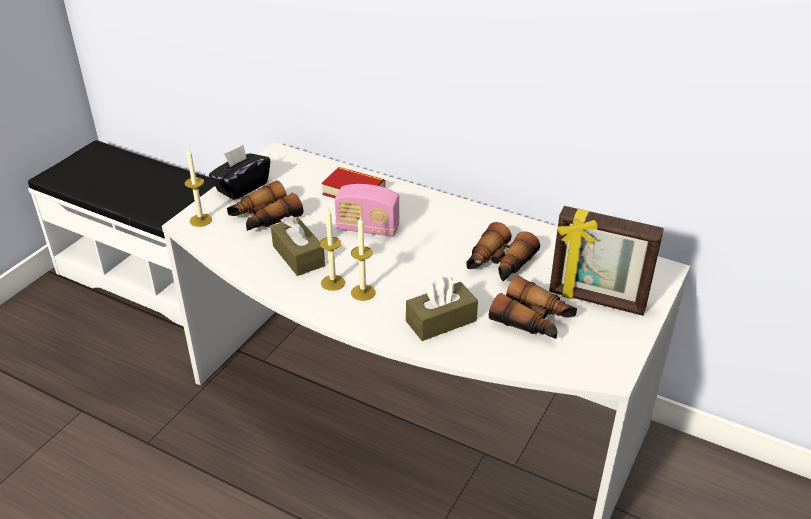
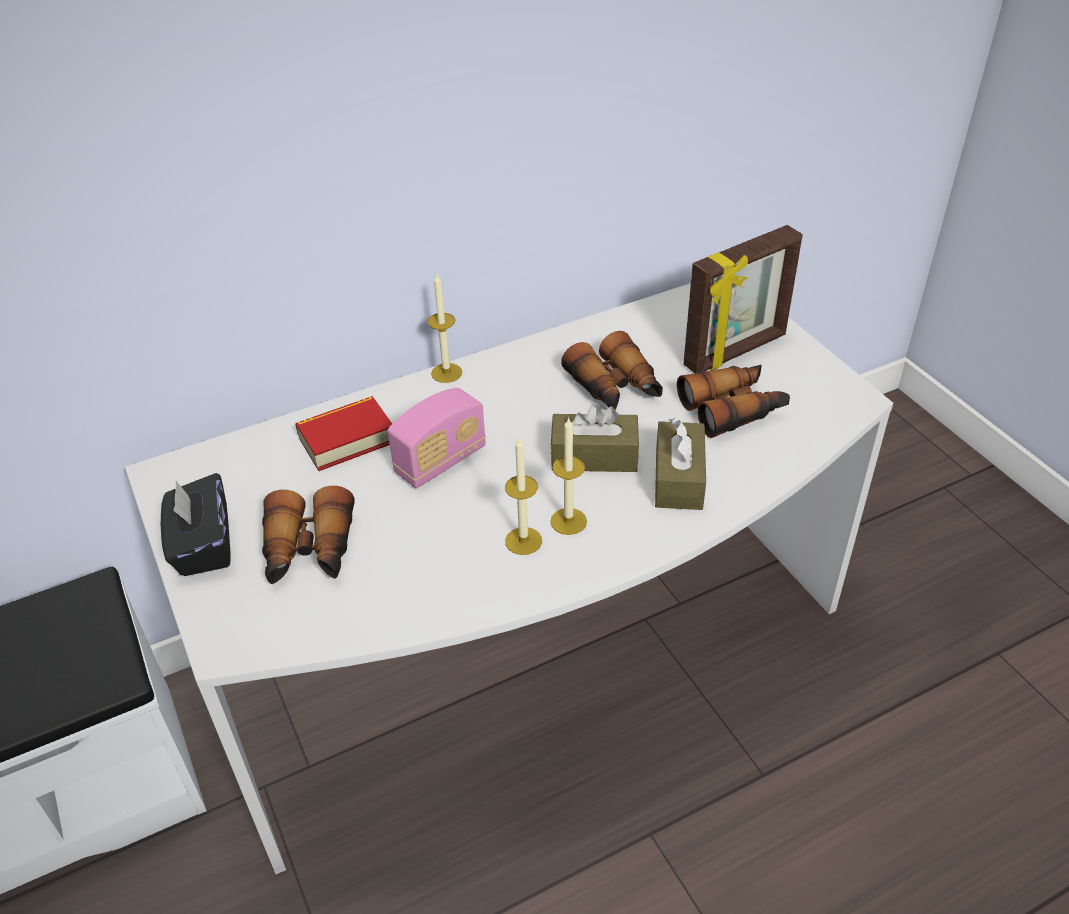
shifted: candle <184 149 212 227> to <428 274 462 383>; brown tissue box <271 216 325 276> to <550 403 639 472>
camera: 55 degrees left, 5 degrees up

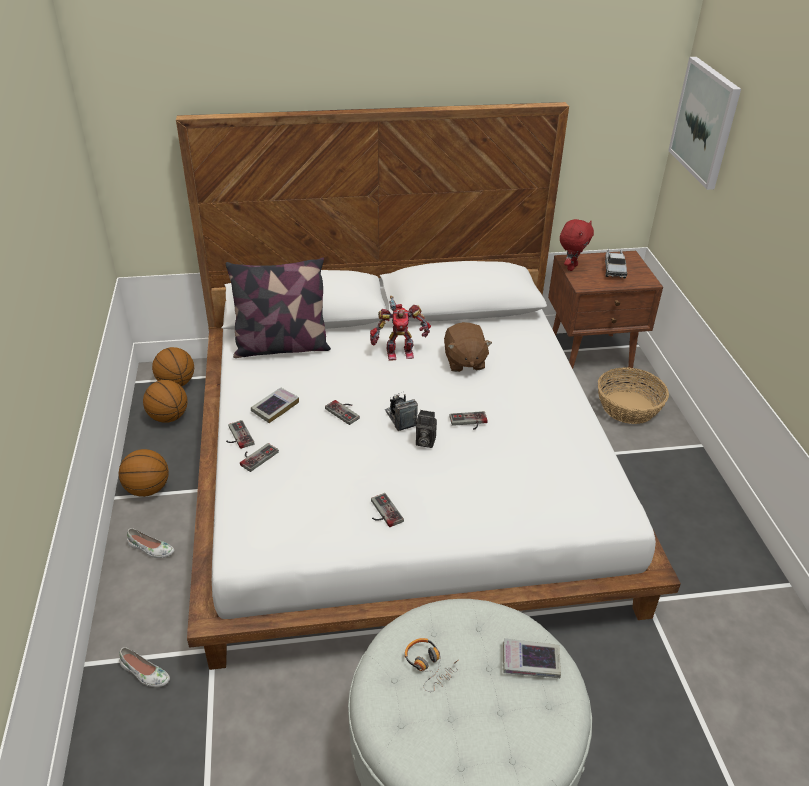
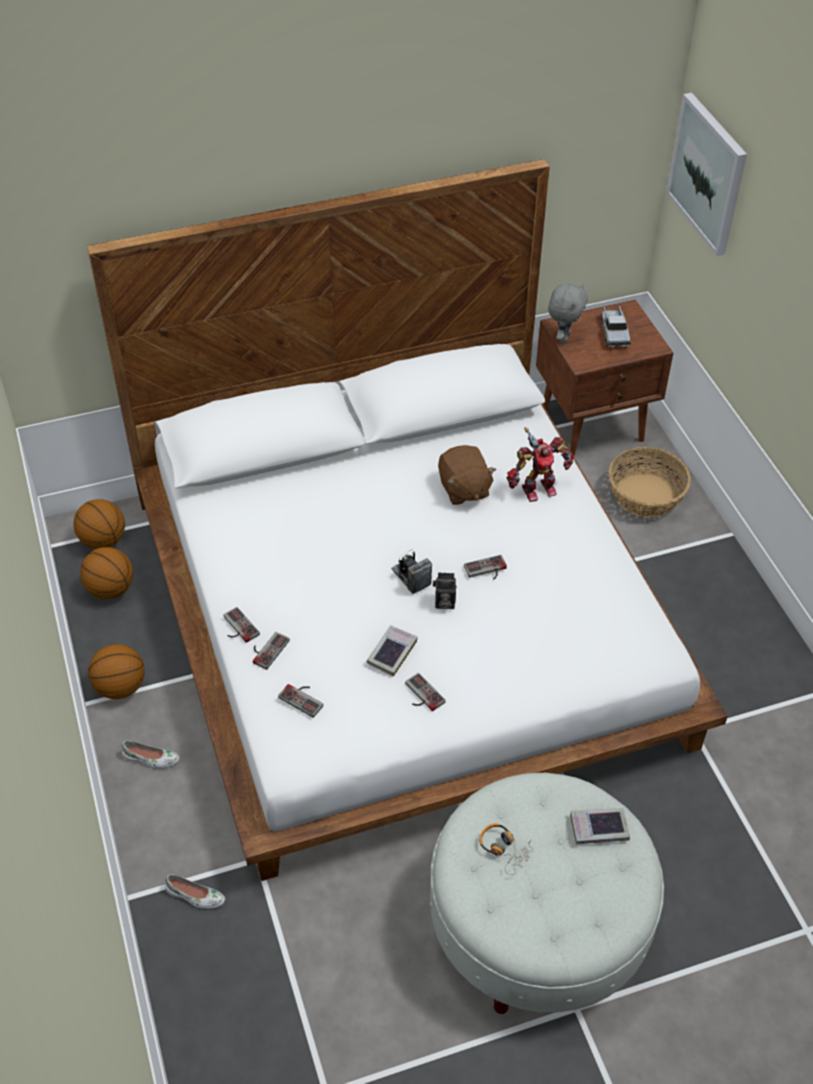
gone: pillow <226 257 331 358>
shifted: toy robot <370 296 431 360> to <507 427 574 502>; book <251 387 299 423> to <367 625 418 677>; game controller <325 400 360 425> to <278 684 323 718>
repainted: red plush toy <560 219 594 271> to grey plush toy <548 283 588 343>
camera: 10 degrees left, 10 degrees up

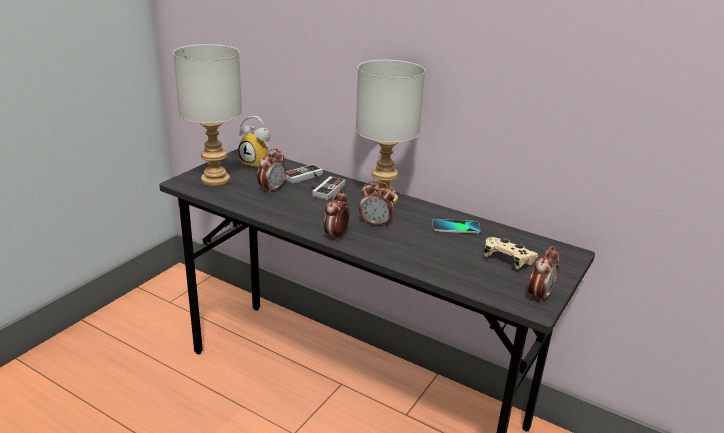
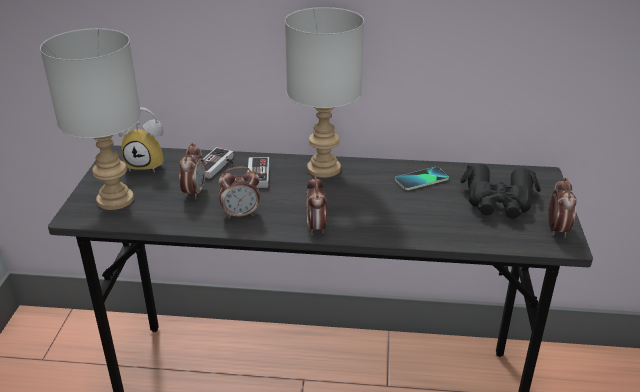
shifted: alarm clock <359 181 395 227> to <219 167 260 219>
swapped: beige game controller <484 237 538 269> to black binoculars <460 163 541 219>
camera: 25 degrees left, 5 degrees up

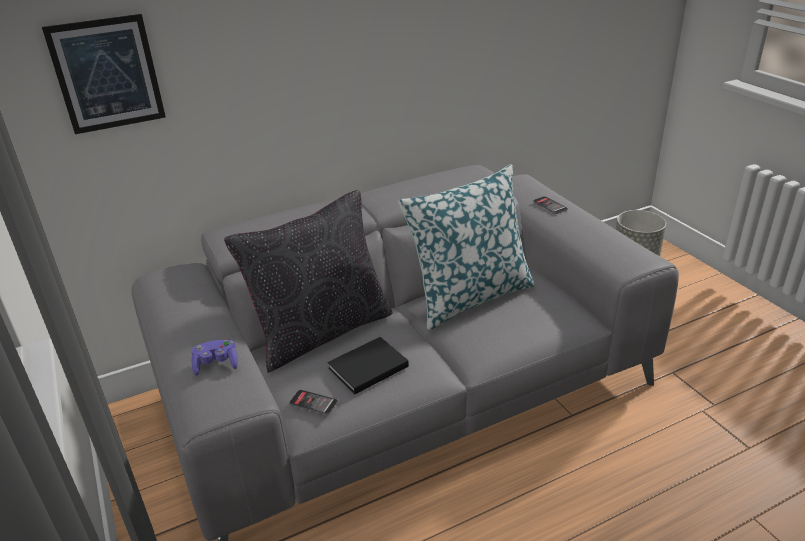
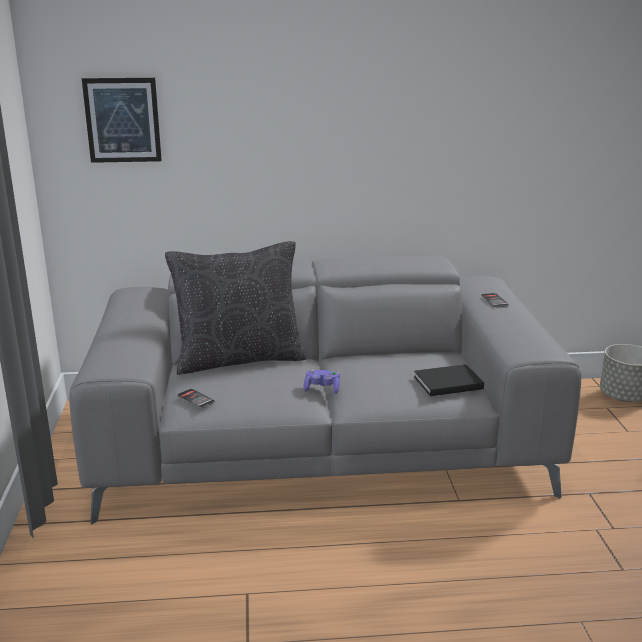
gone: pillow <398 164 535 330>
shifted: black book <328 337 409 394> to <414 364 484 396>; purple game controller <191 340 238 376> to <304 370 340 394>
camera: 20 degrees right, 10 degrees down

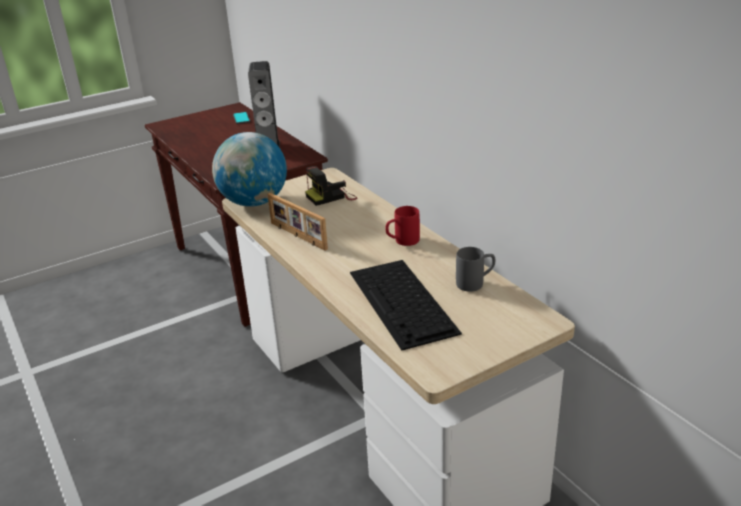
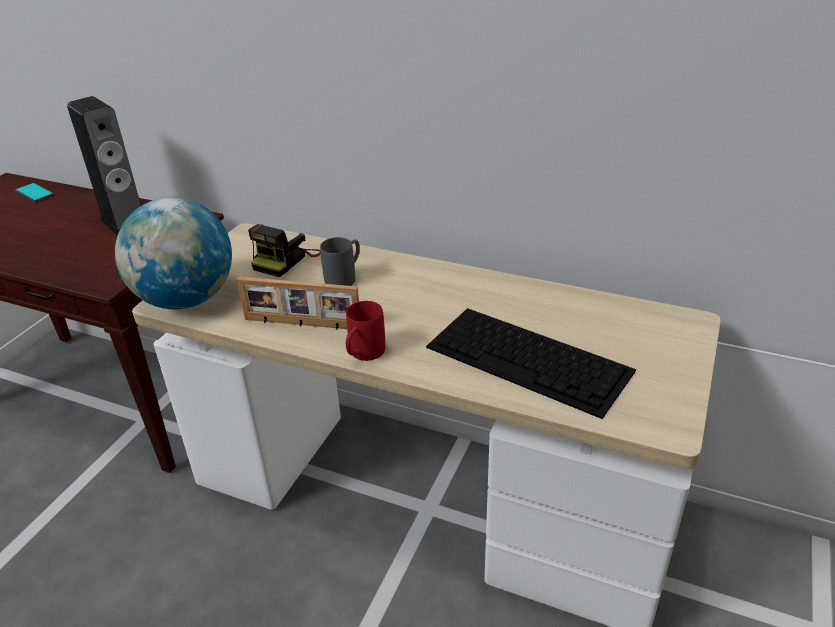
shifted: red mug <385 206 420 246> to <346 301 386 361>; grey mug <456 247 495 292> to <320 237 360 286>
camera: 35 degrees left, 5 degrees up

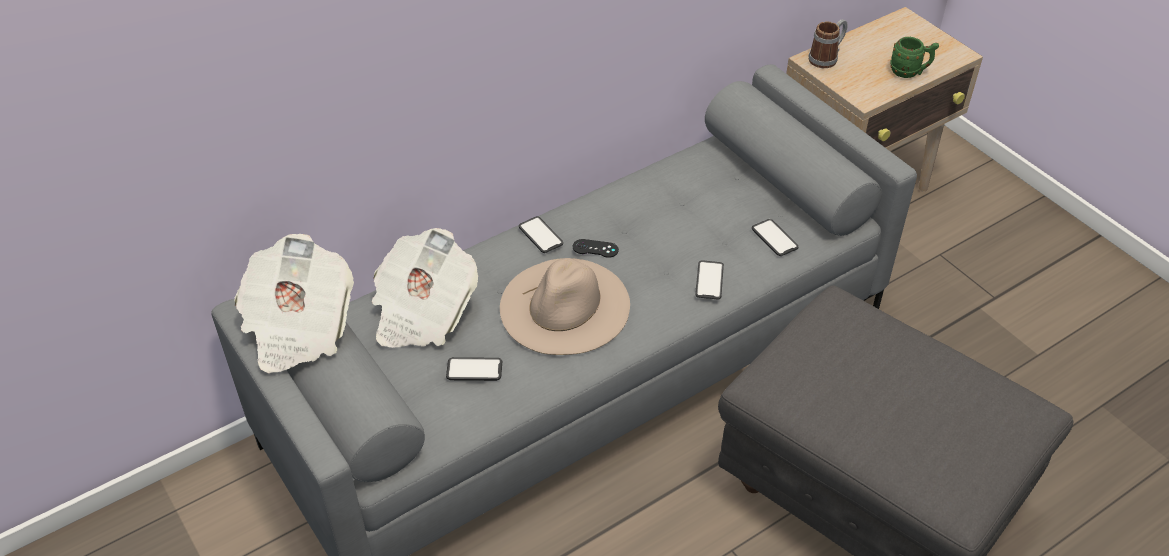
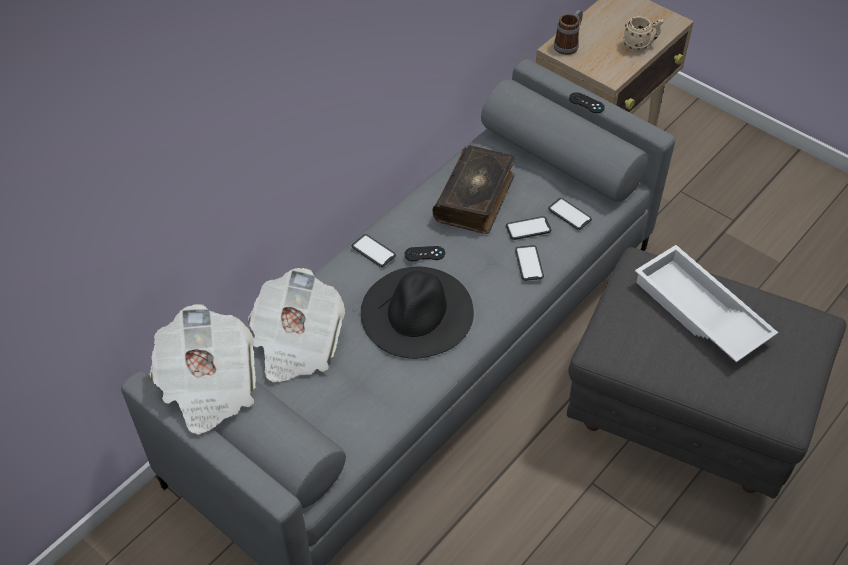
new: black game controller <569 92 605 113>; book <432 145 516 234>; white tray <635 245 778 362>
shifted: phone <446 357 502 381> to <506 216 552 240>
repainted: green mug <890 37 939 78> to beige mug <623 16 664 52>; beige hat <500 258 630 355> to black hat <361 267 474 359>
camera: 15 degrees left, 5 degrees up

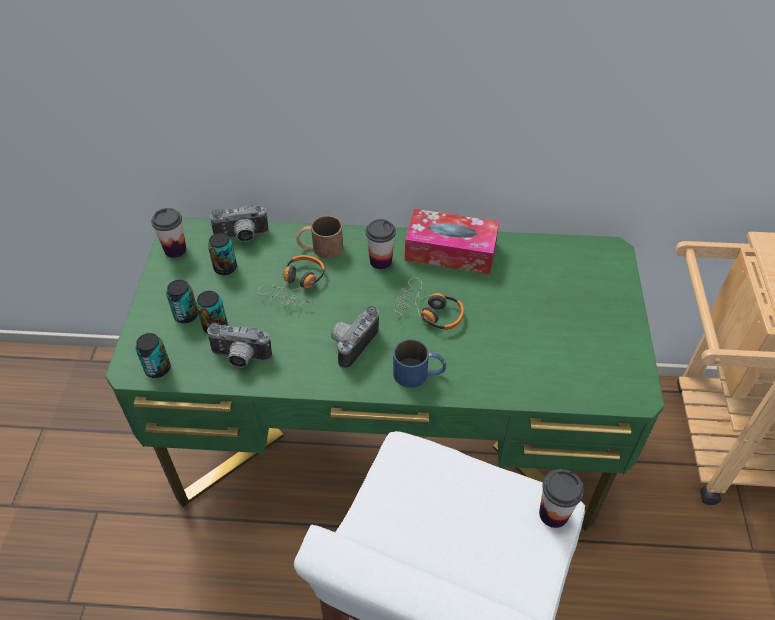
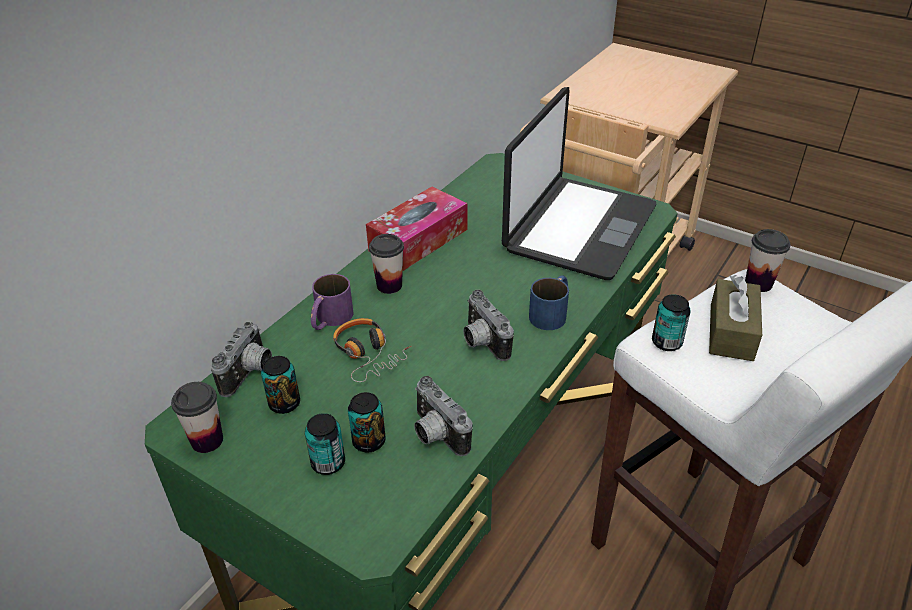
gone: headphones <394 278 464 330>
new: laptop <502 87 656 280>; brown tissue box <709 275 762 361>
shifted: can <135 333 171 378> to <652 294 691 351>
repainted: brown mug <296 216 343 259> to purple mug <311 274 354 330>
rotated: photo camera <206 323 272 368> = <414 376 472 456> 105 degrees clockwise
camera: 60 degrees left, 10 degrees down

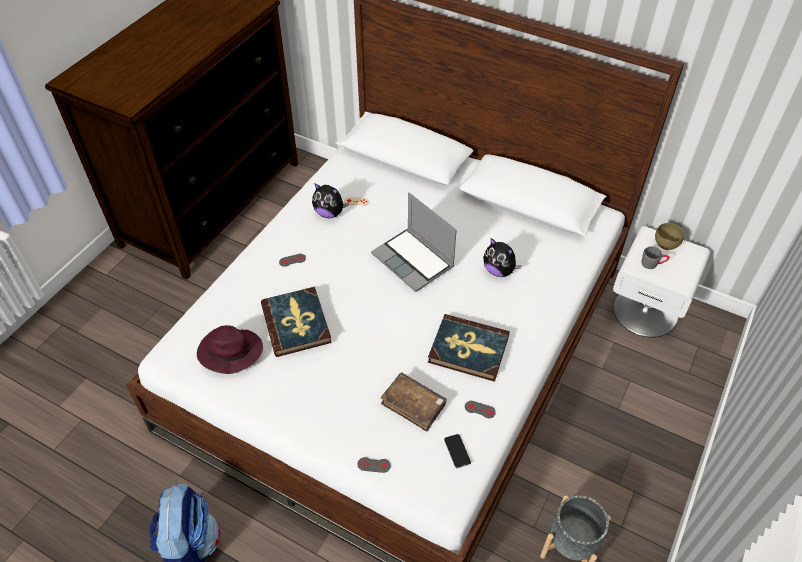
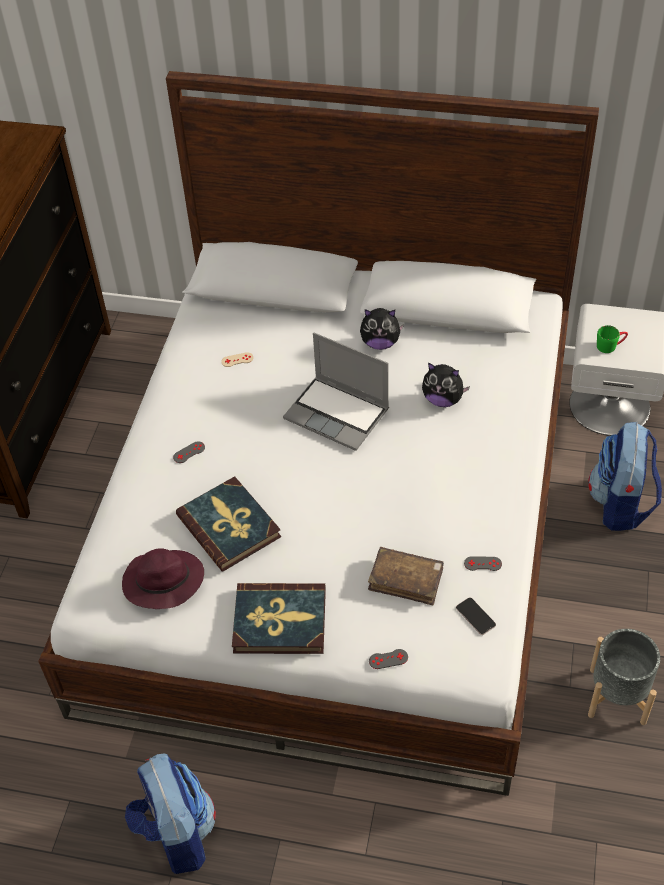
gone: brown bowl <655 223 684 250>
new: backpack <588 422 662 531>
shifted: plush toy <312 183 349 218> to <360 308 404 350>; book <428 314 510 382> to <232 583 326 654>
repainted: grey mug <641 246 669 269> to green mug <597 325 628 353>
camera: 15 degrees left, 0 degrees up

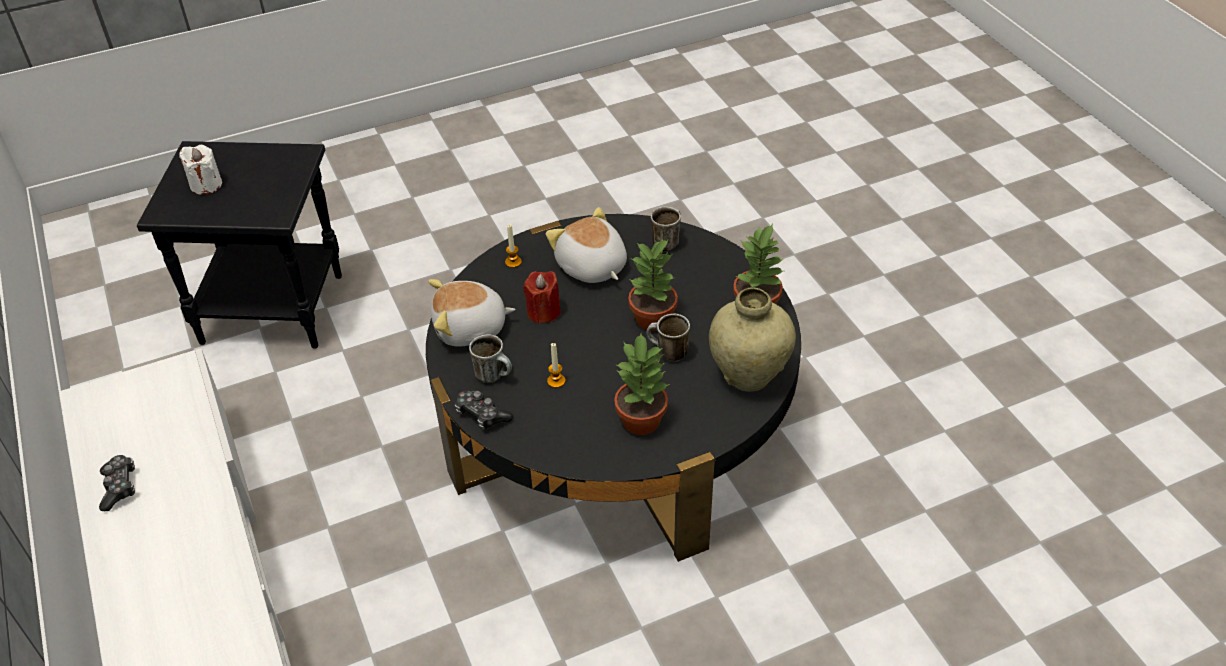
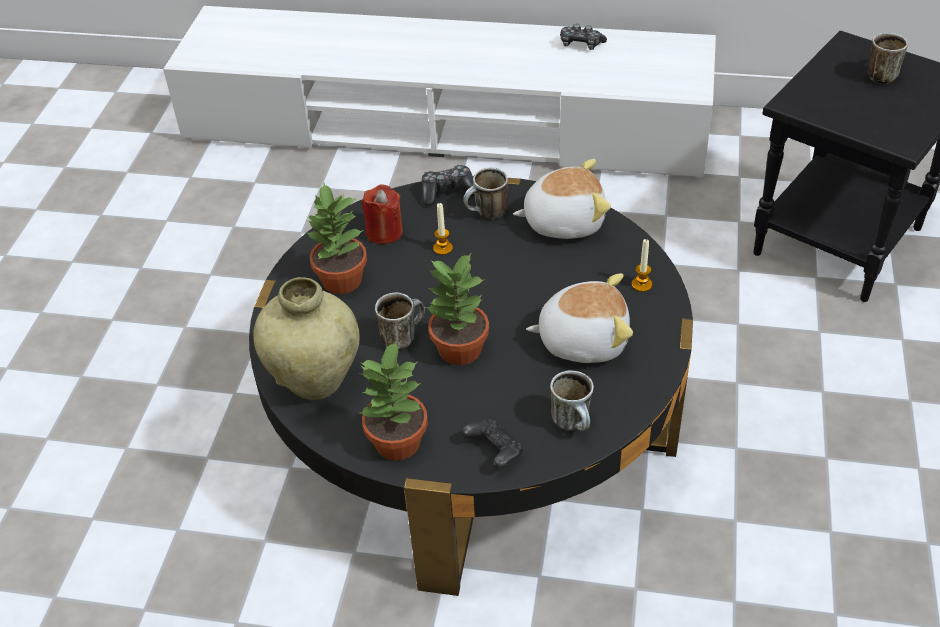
new: black game controller <462 418 524 469>
shifted: red candle <523 271 561 324> to <361 184 403 244>
swapped: white candle <179 145 222 195> to mug <867 33 908 84>
rotated: plush toy <428 279 516 347> = <513 159 611 239> 60 degrees clockwise
camera: 125 degrees right, 0 degrees up

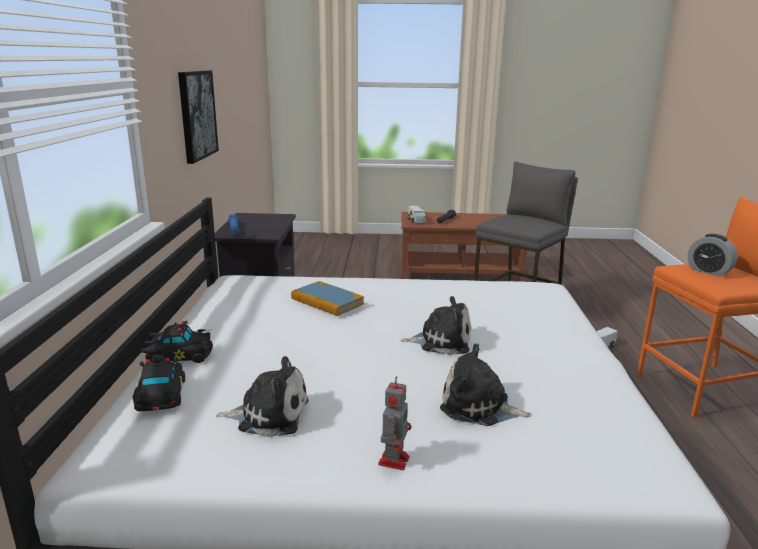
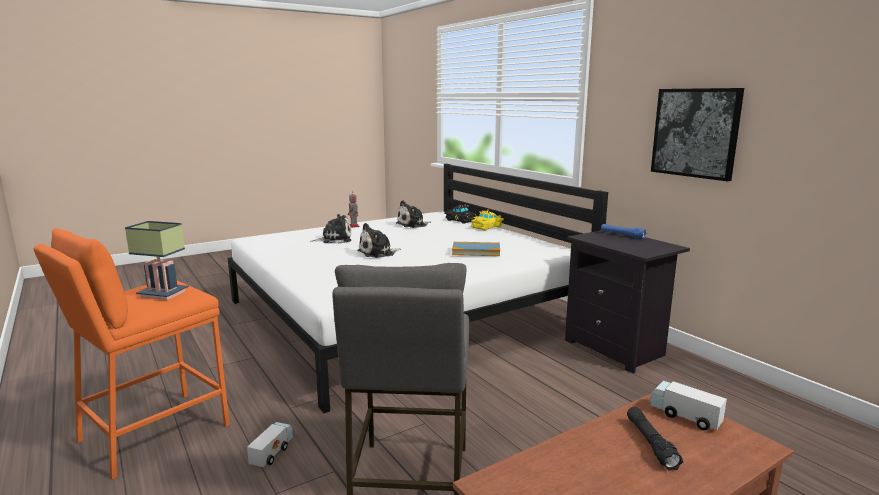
swapped: alarm clock <687 234 738 277> to table lamp <125 221 189 300>
repainted: black toy car <141 321 213 363> to yellow toy car <471 209 504 231>
camera: 145 degrees right, 5 degrees down

